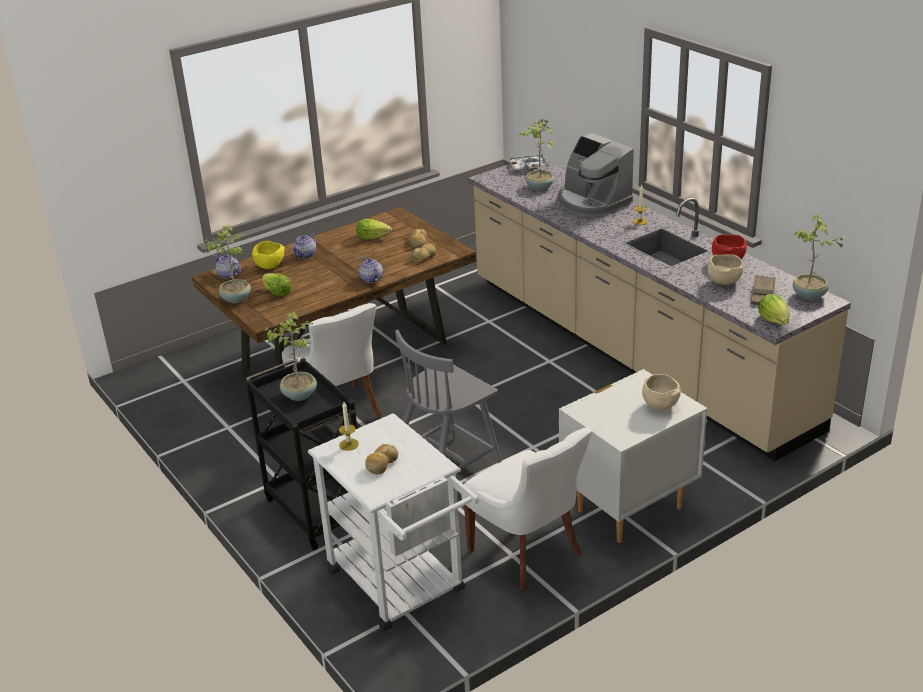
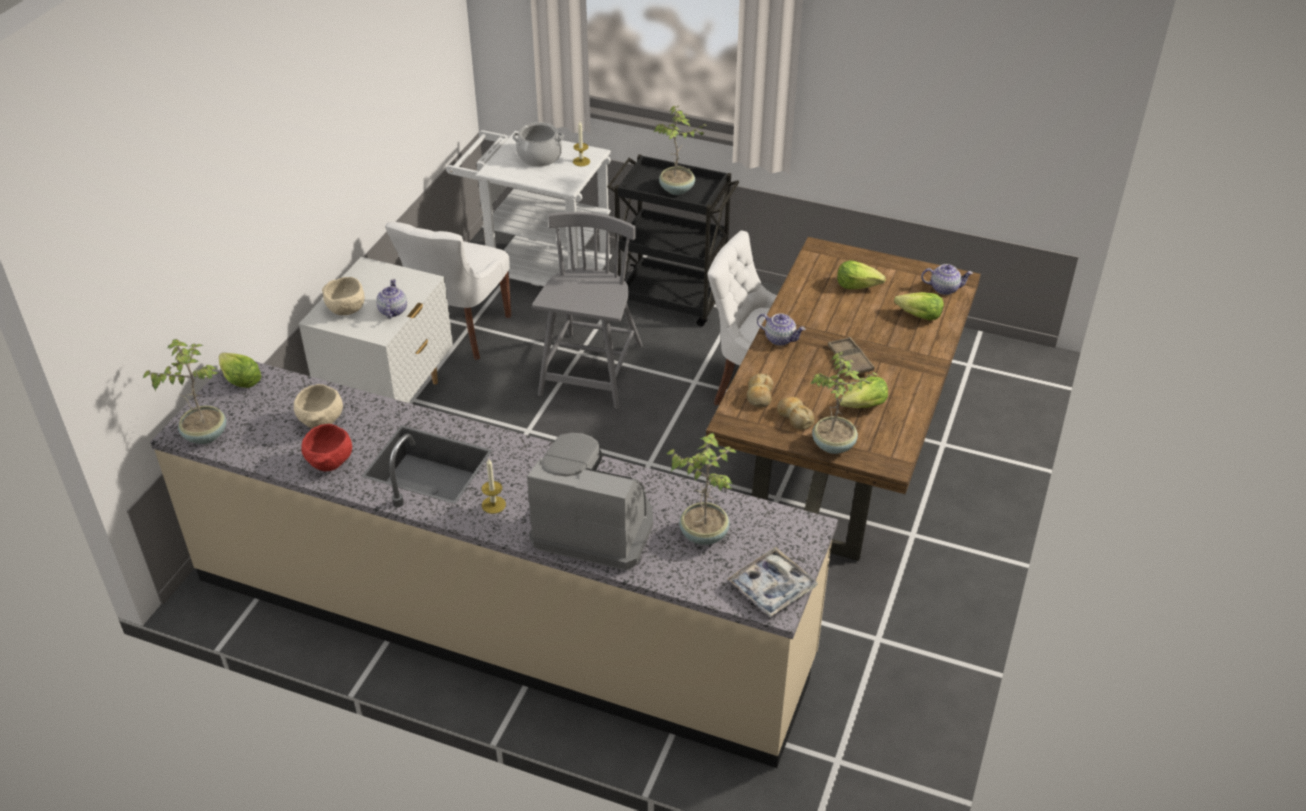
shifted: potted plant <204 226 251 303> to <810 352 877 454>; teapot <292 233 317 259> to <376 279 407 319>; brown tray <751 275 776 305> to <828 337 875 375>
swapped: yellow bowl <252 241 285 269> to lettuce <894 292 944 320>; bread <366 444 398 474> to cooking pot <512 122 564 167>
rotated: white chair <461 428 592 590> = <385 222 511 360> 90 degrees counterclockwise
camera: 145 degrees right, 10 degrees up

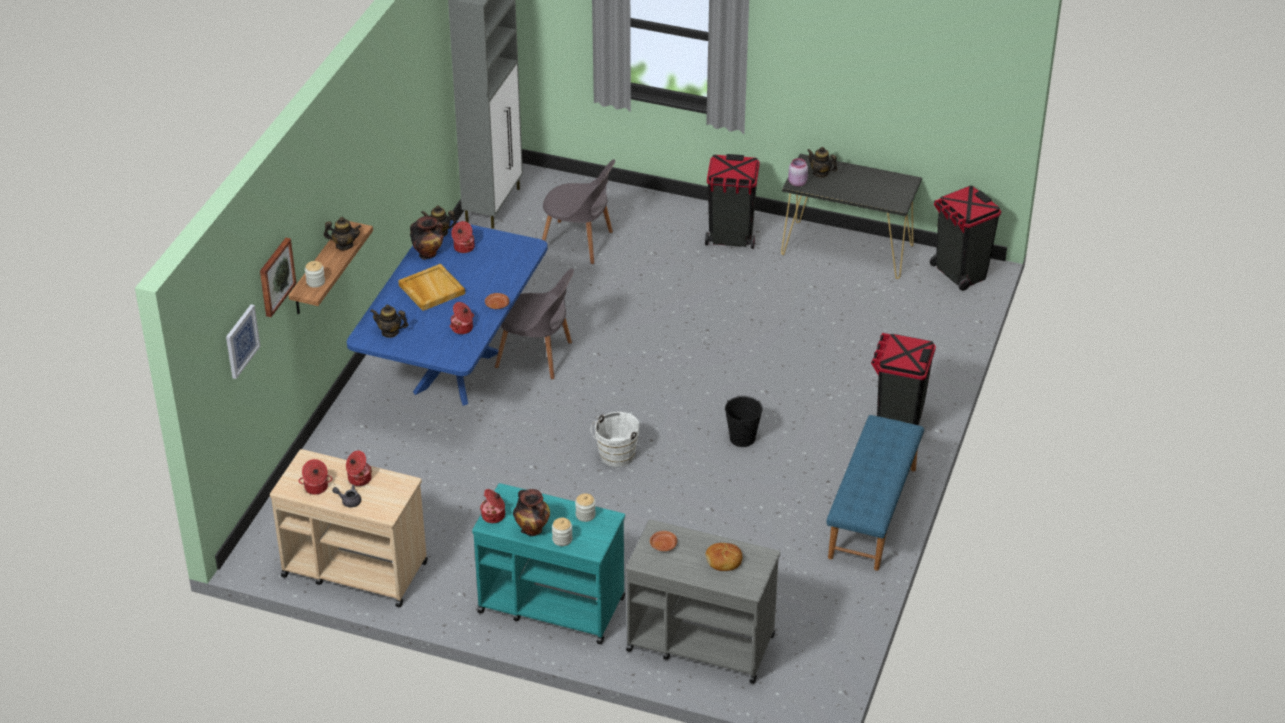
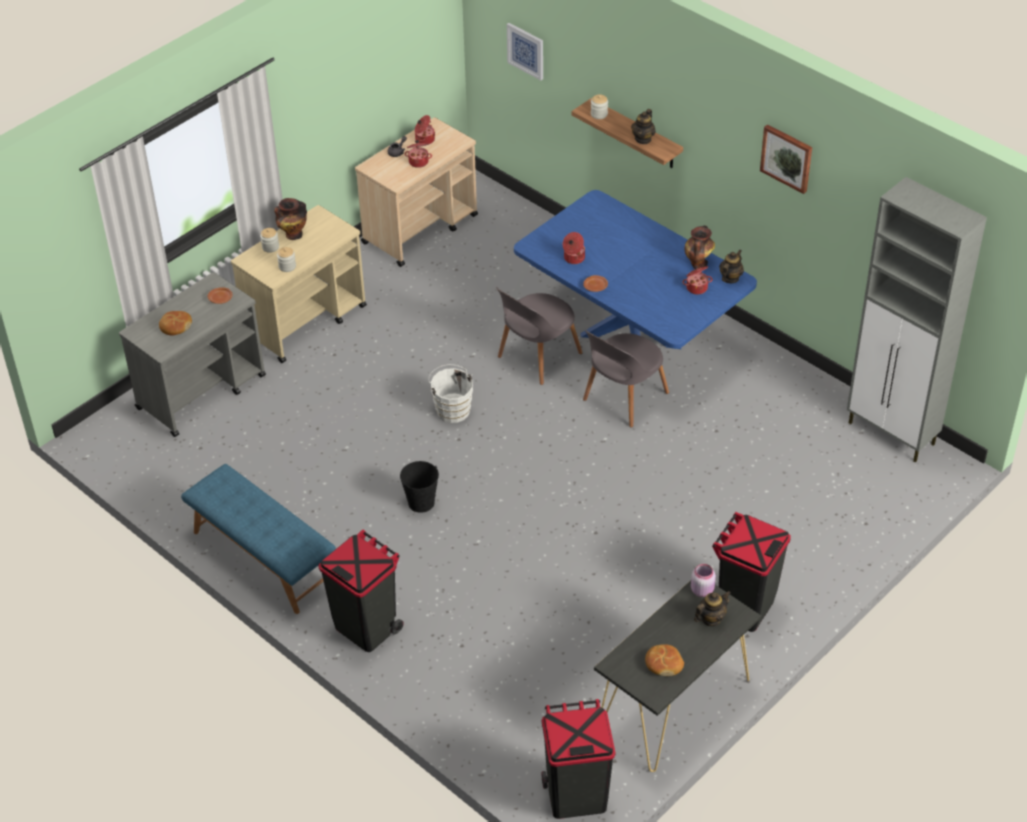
gone: beige tray <398 264 465 311>; teapot <370 305 408 338>; cooking pot <480 489 505 523>
new: bread <645 644 684 676>
shifted: grey chair <542 159 615 264> to <496 287 582 385>; picture <260 238 297 317> to <760 124 812 194>
repainted: turquoise cart <472 483 625 644> to beige cart <231 205 367 363>
camera: 115 degrees right, 5 degrees up

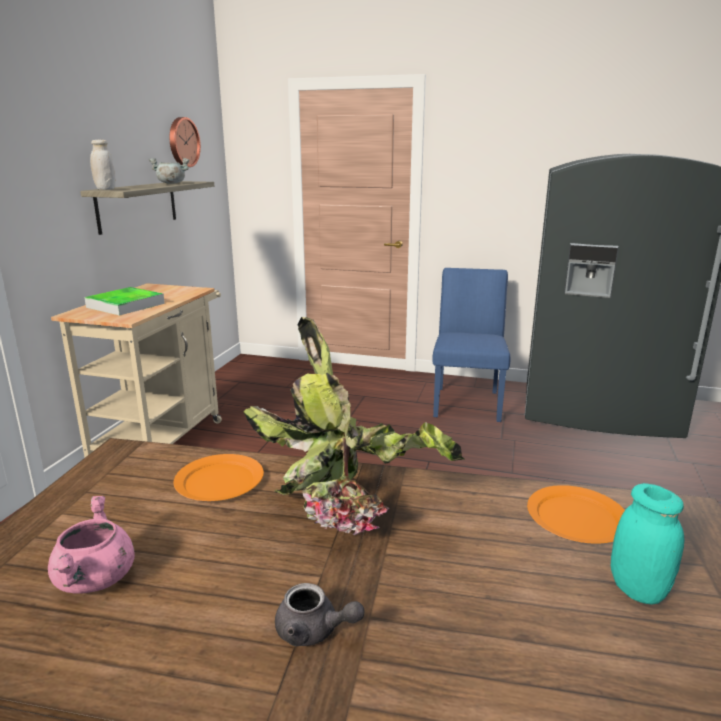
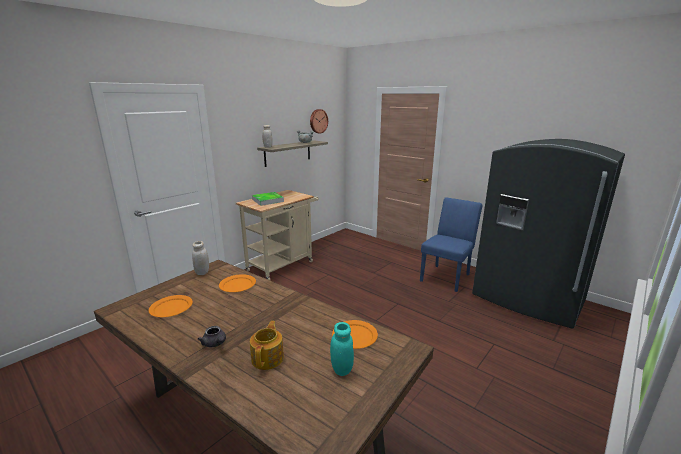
gone: potted plant <243 317 464 535>
new: white jar <192 241 209 275>; teapot <250 321 284 370>
swapped: pink cooking pot <48 496 135 594> to orange plate <149 295 193 317>
camera: 25 degrees right, 0 degrees up

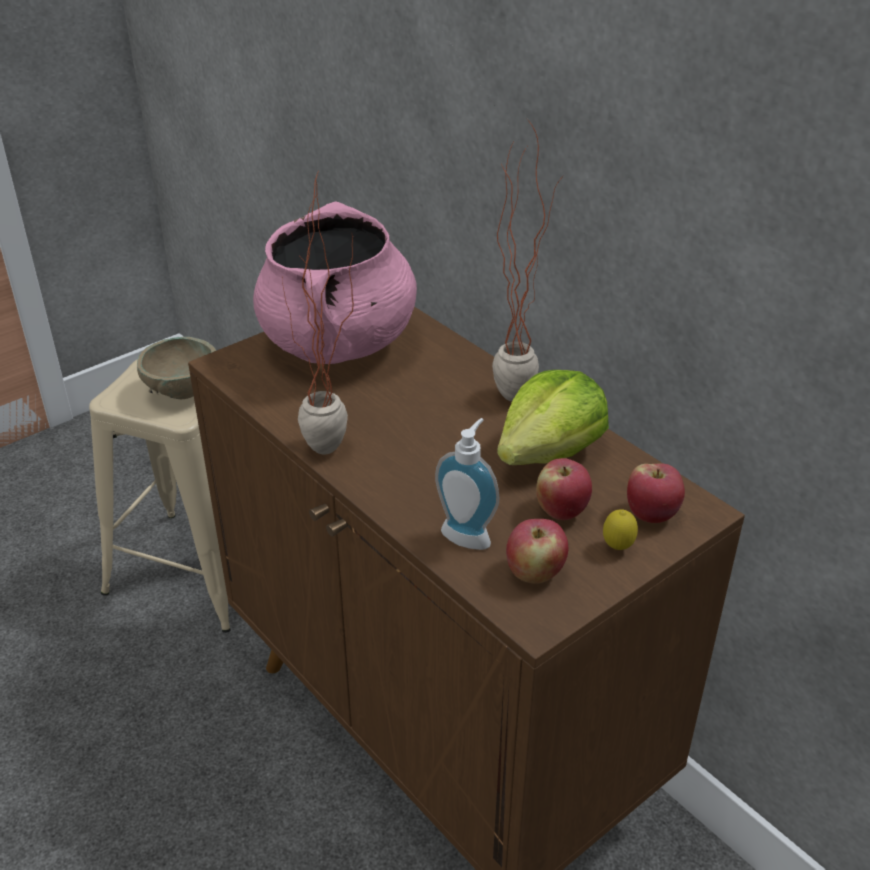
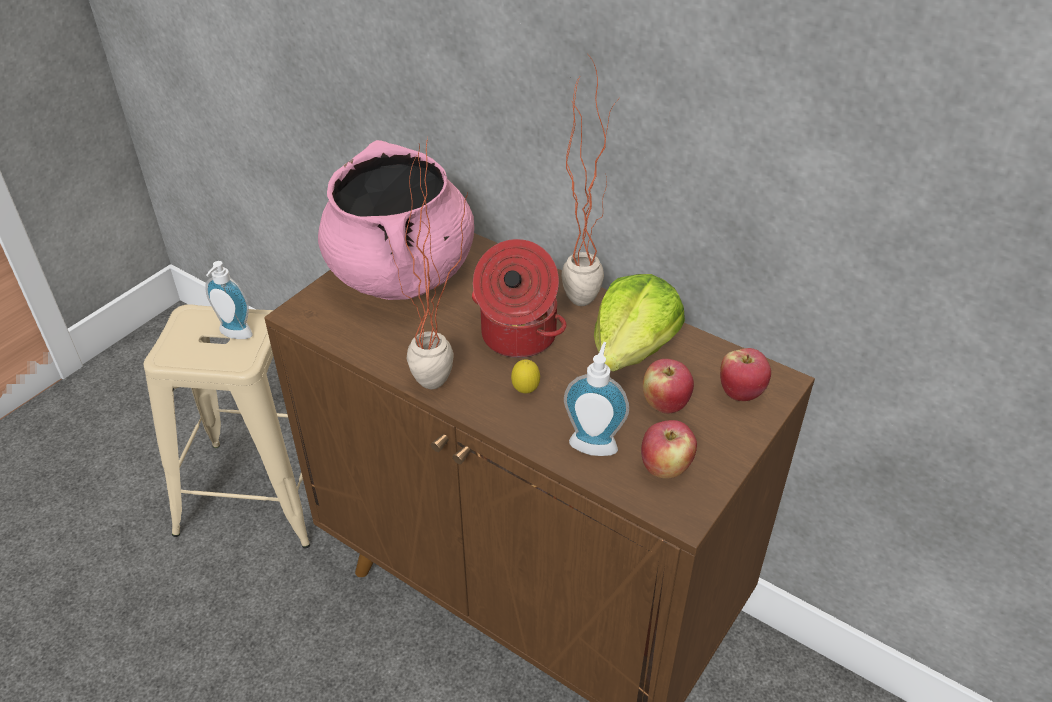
new: cooking pot <472 239 566 358>
shifted: lemon <603 509 638 550> to <511 359 540 393>
swapped: beige bowl <137 337 216 399> to soap dispenser <206 261 253 339>
camera: 15 degrees left, 5 degrees up

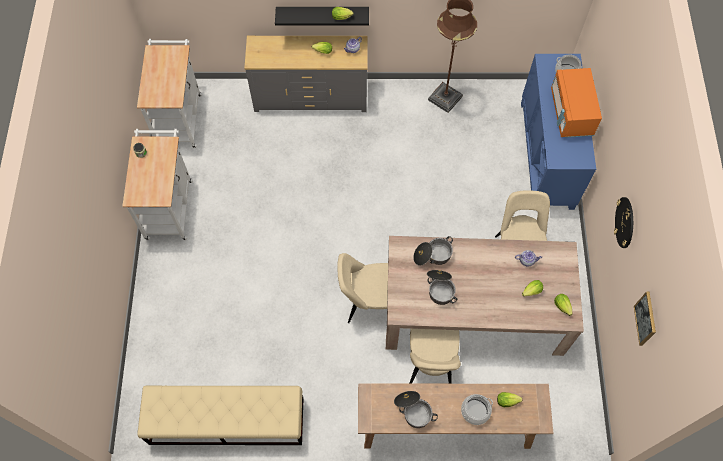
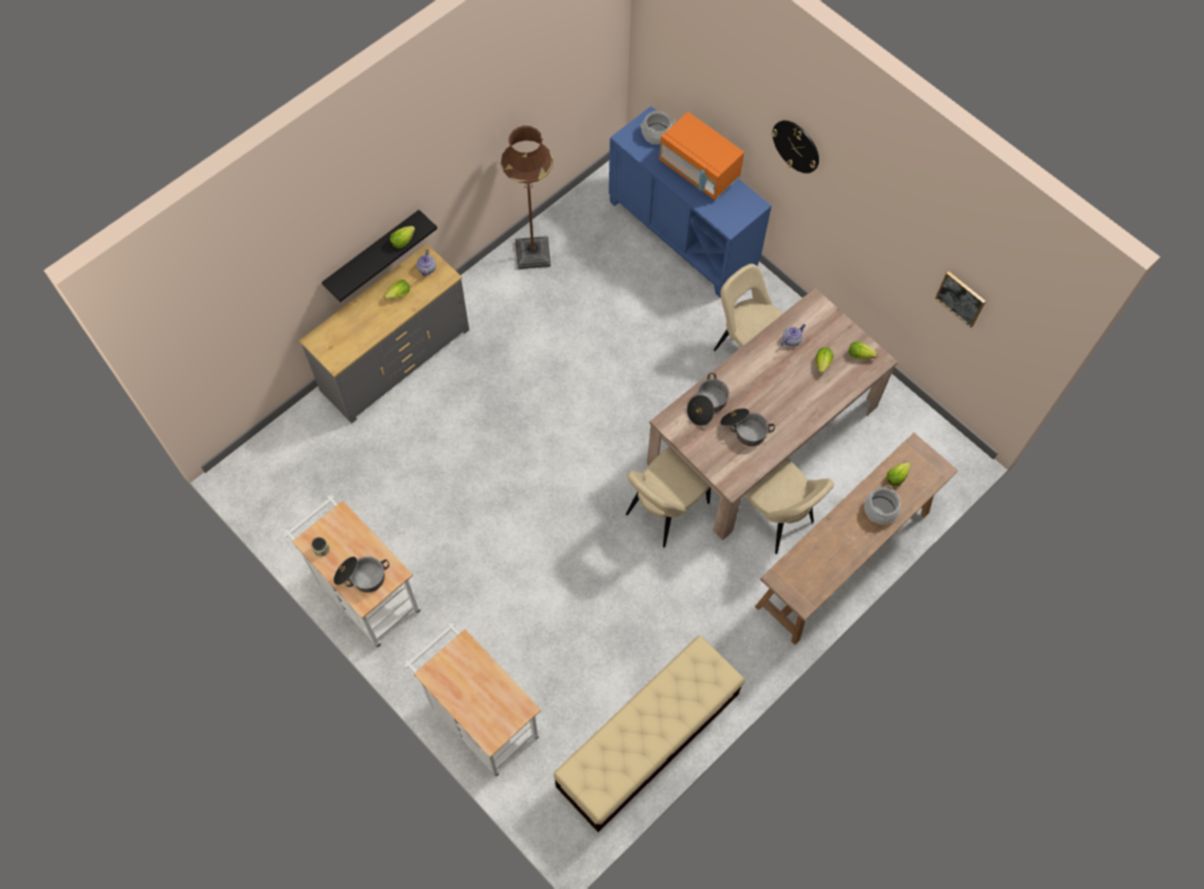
shifted: white cart <137 39 202 148> to <404 623 541 777>; wall clock <614 197 633 248> to <771 120 819 173>; cooking pot <394 391 438 428> to <334 556 389 593>
camera: 45 degrees left, 0 degrees up

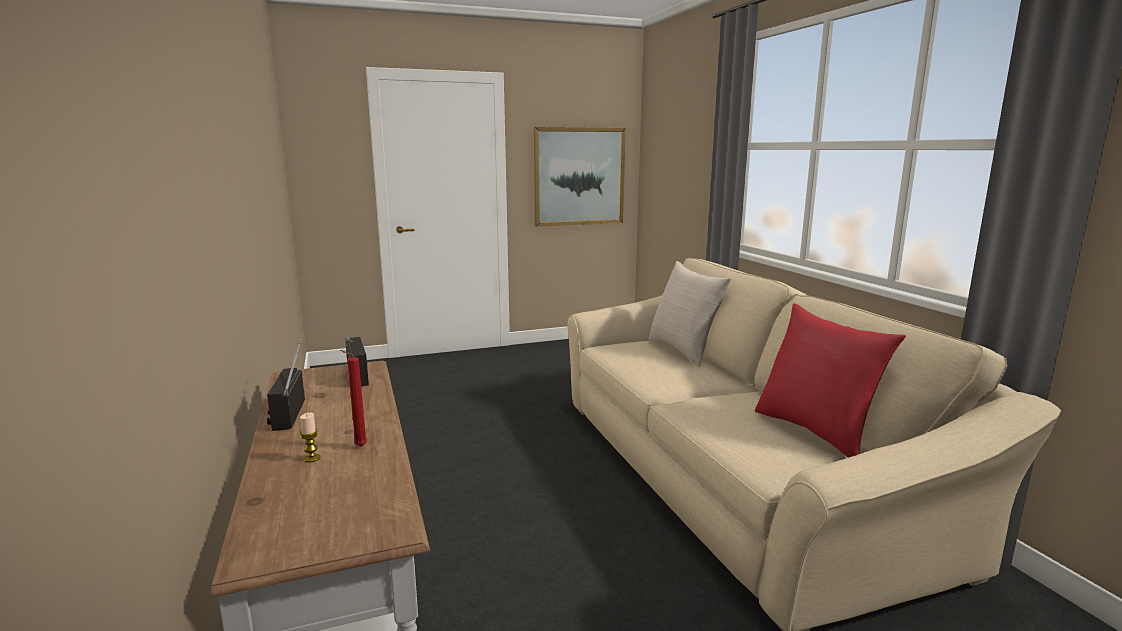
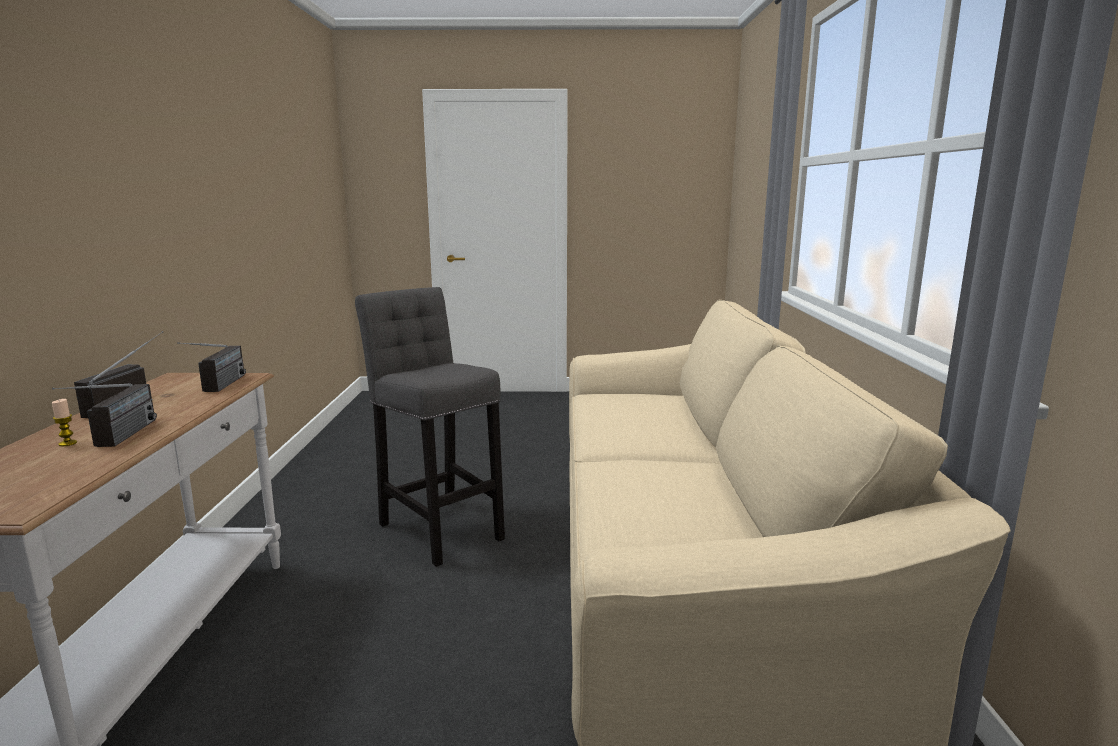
gone: picture <534 127 626 227>; beige pillow <649 261 732 367>; red pillow <755 303 906 458>
new: grey stool <355 287 505 567>
swapped: red candle <340 350 367 447> to radio <52 383 157 447>
camera: 20 degrees right, 0 degrees up

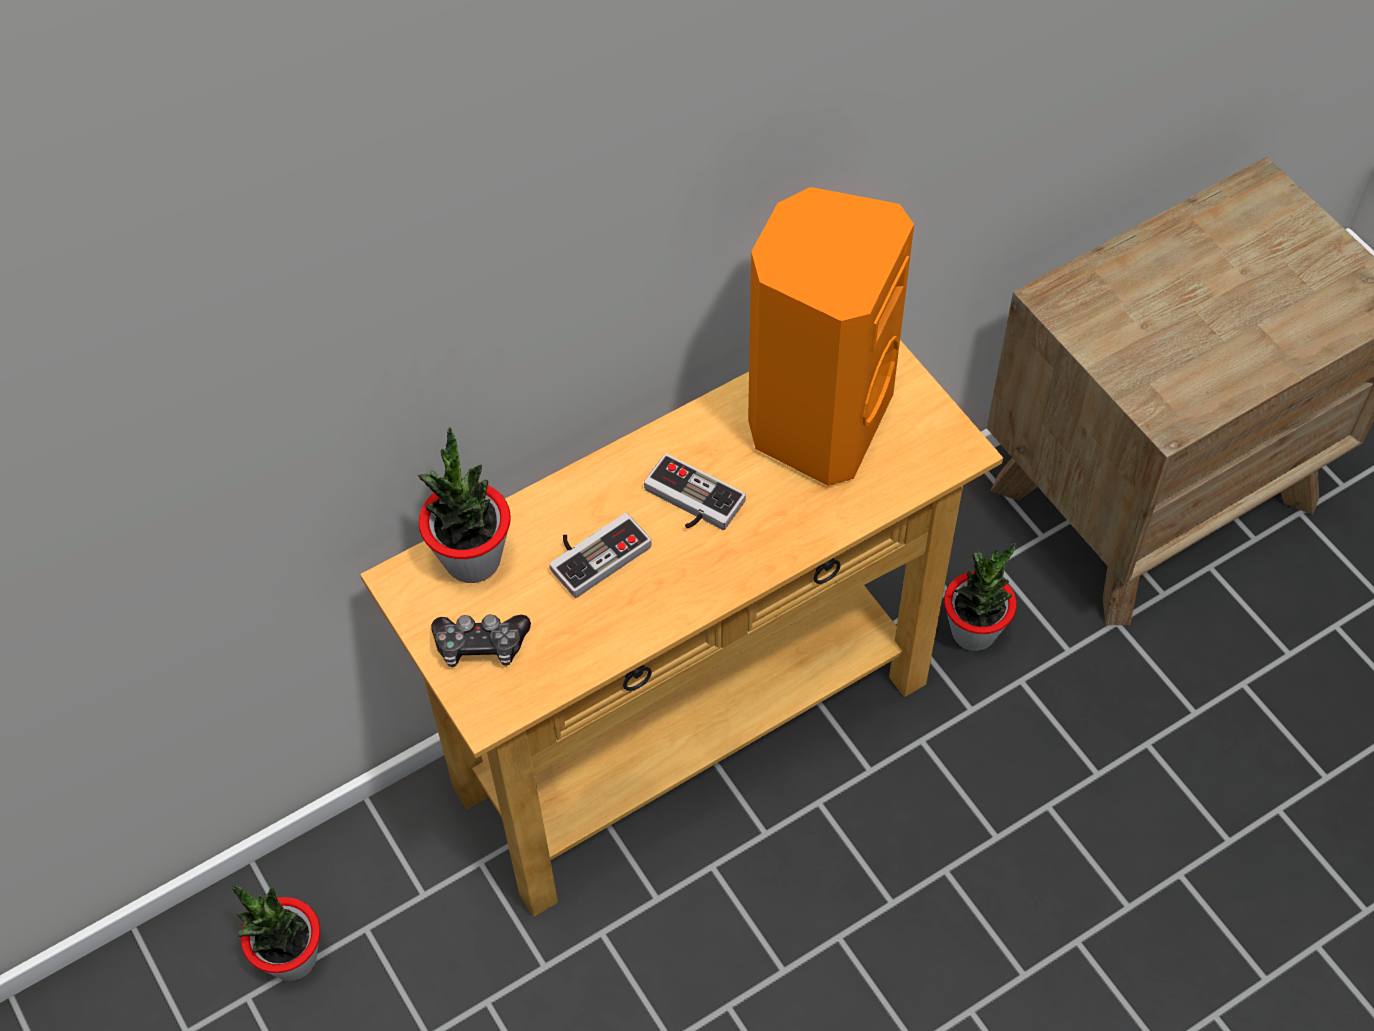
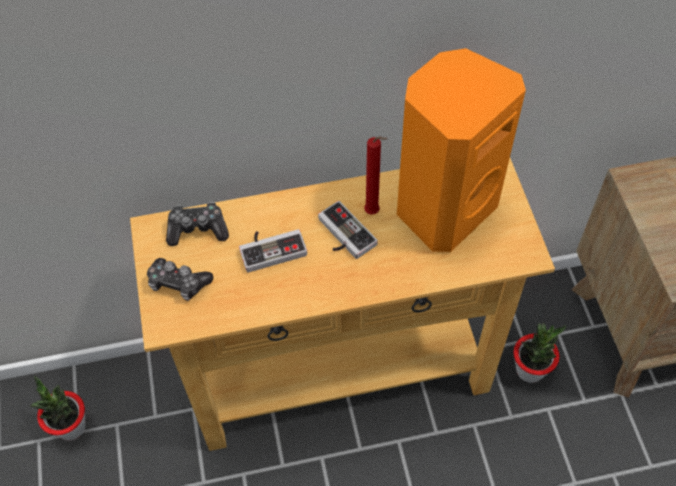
new: red candle <364 136 387 215>
swapped: potted plant <418 427 511 583> to game controller <166 202 229 246>
camera: 20 degrees right, 0 degrees up

